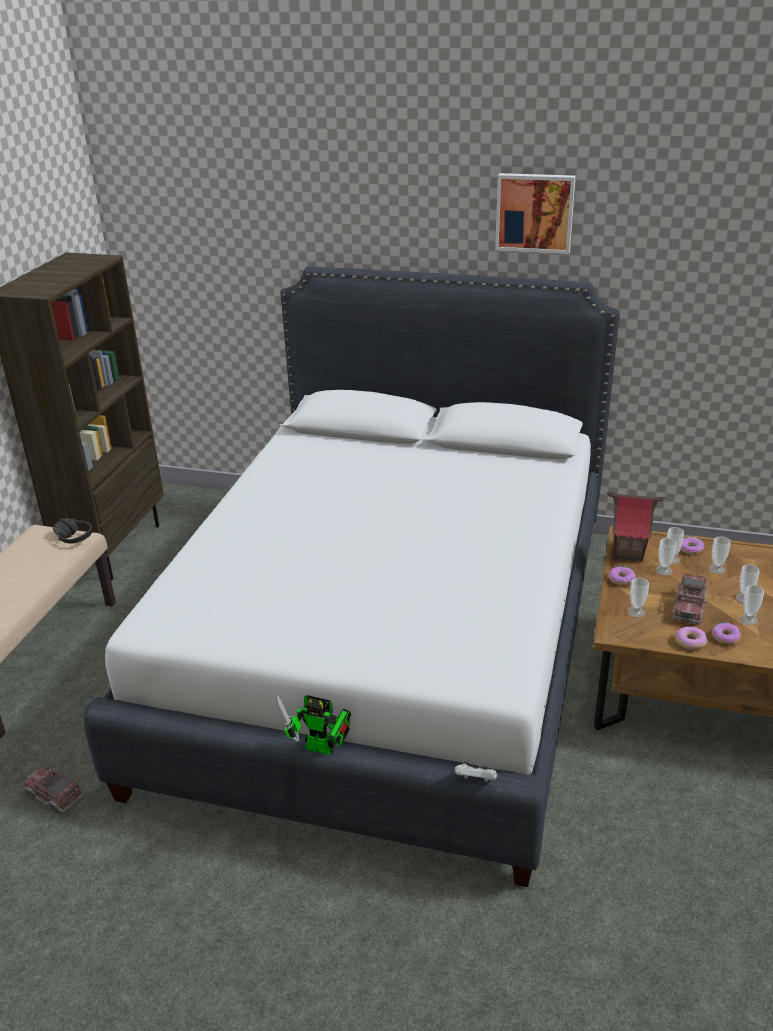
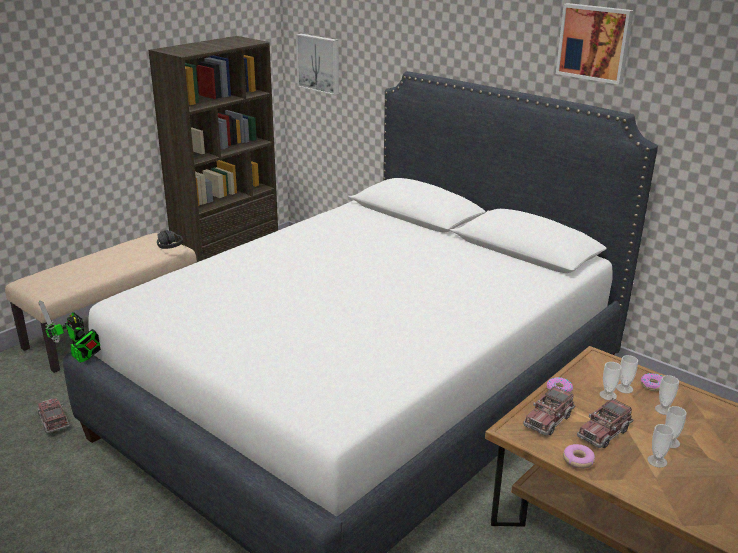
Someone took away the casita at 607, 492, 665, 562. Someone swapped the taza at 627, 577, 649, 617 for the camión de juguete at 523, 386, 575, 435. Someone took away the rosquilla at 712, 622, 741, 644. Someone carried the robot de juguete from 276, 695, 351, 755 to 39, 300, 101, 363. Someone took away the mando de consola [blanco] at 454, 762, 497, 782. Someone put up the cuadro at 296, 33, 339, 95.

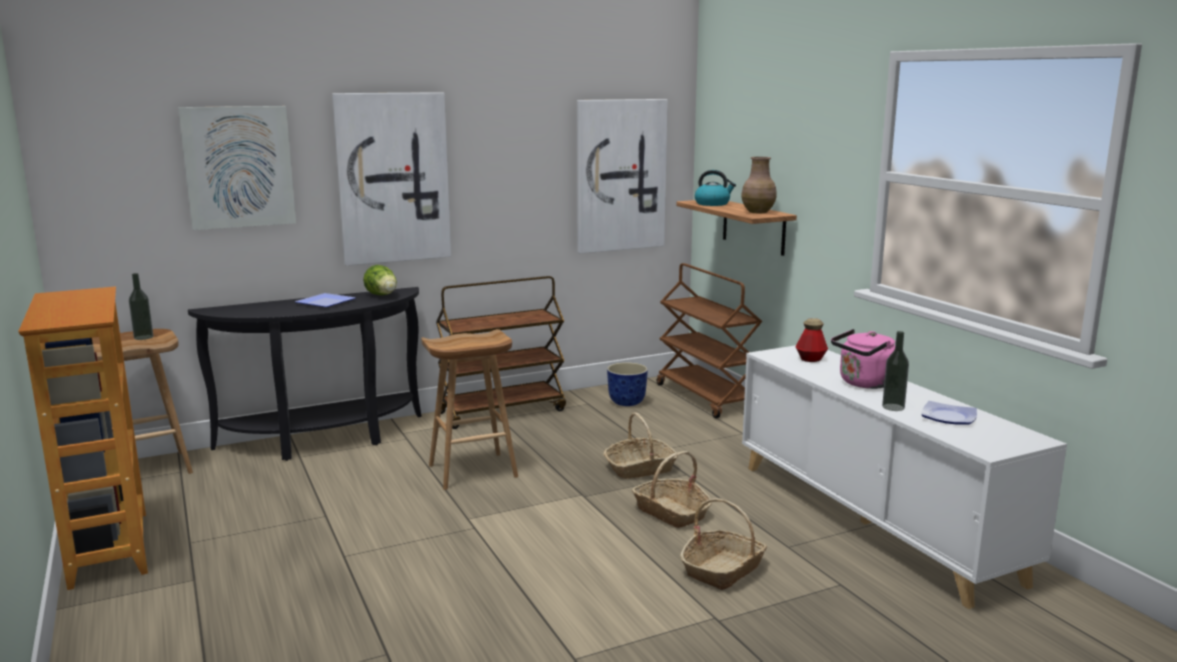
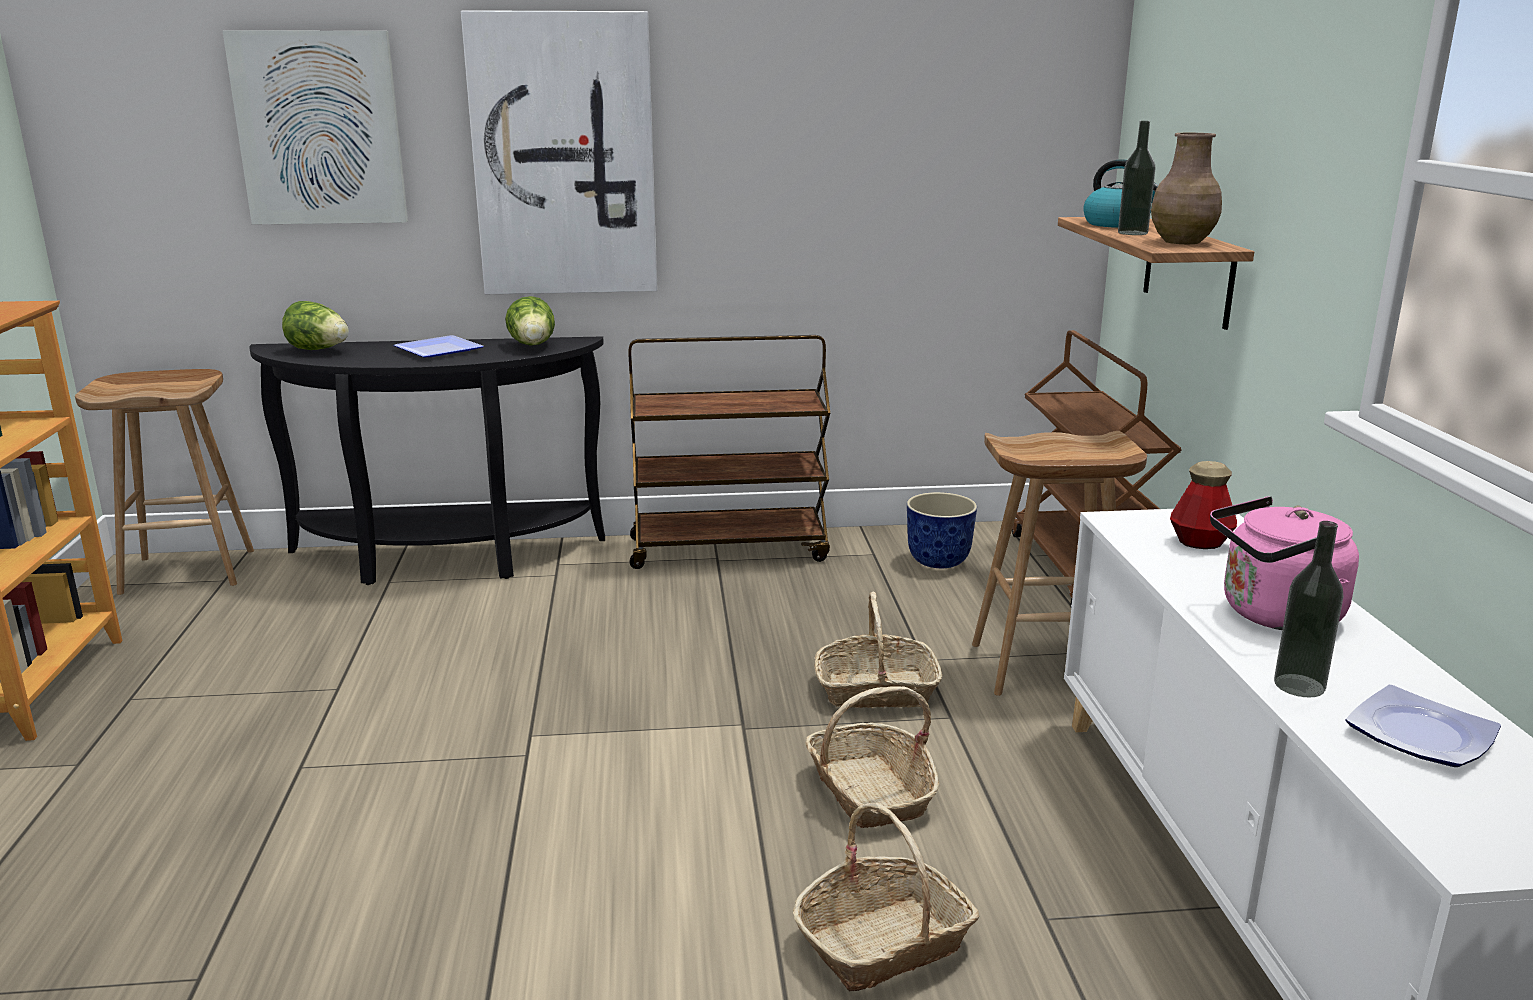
Someone took away the cuadro at 577, 99, 668, 253. Someone carried the botella from 129, 273, 153, 340 to 1118, 121, 1155, 235. Someone carried the taburete [marrón] from 421, 329, 518, 490 to 972, 431, 1147, 696. Someone put down the lechuga at 282, 301, 349, 350.

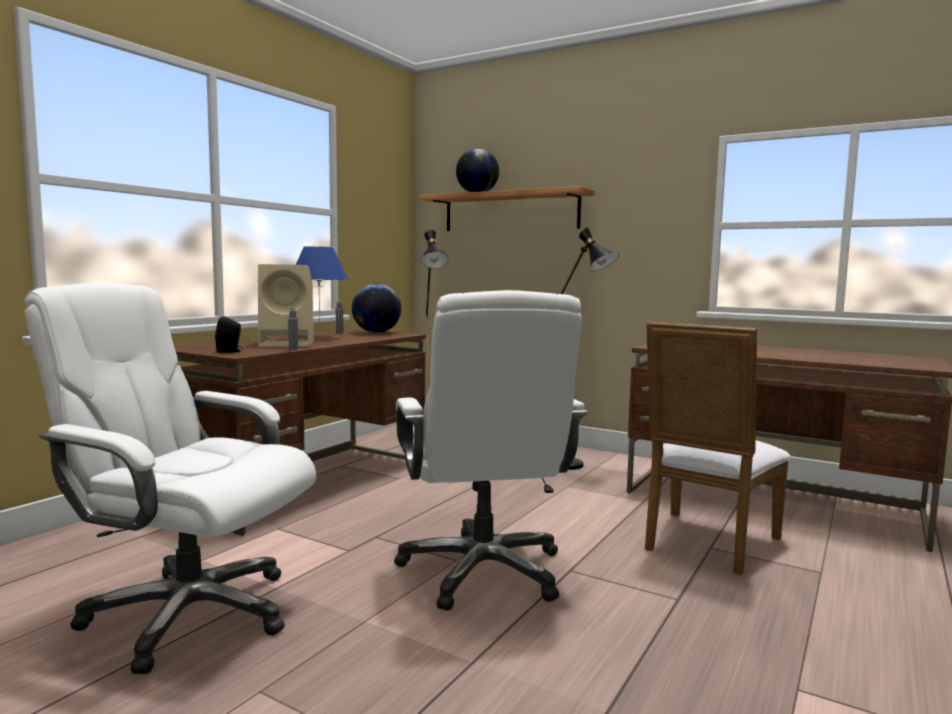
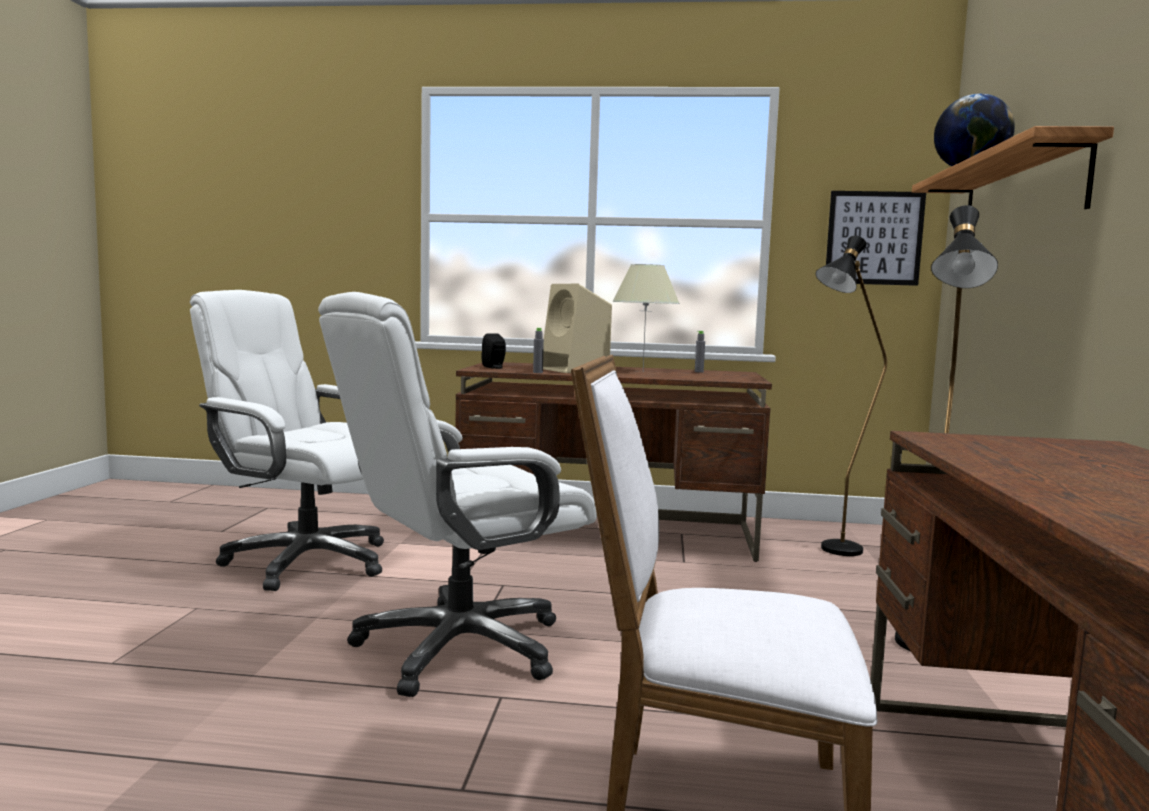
Someone repainted the lámpara de mesa [azul] at 296, 246, 348, 338, which became the lámpara de mesa [beis] at 612, 264, 680, 370. Someone rotated the silla de oficina [blanco] at 24, 283, 316, 674 by 60 degrees counterclockwise. Someone took away the globo terráqueo at 352, 283, 401, 333. Someone put up the cuadro at 826, 191, 926, 286.

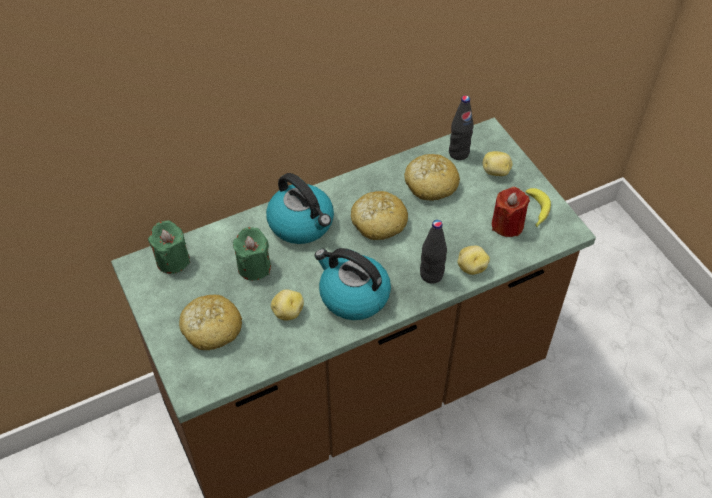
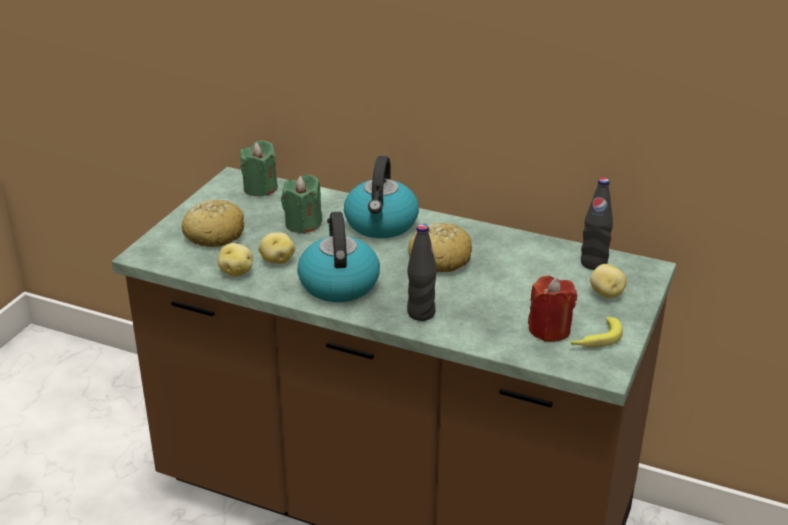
Someone took away the pan at 404, 154, 460, 201. Someone carried the patata from 457, 246, 490, 275 to 218, 243, 253, 277.

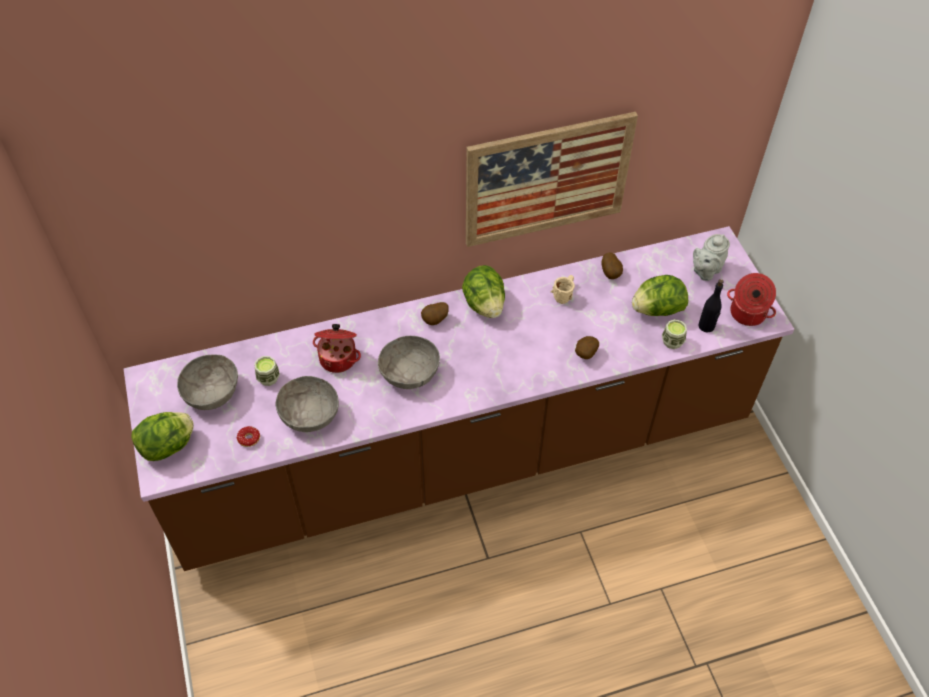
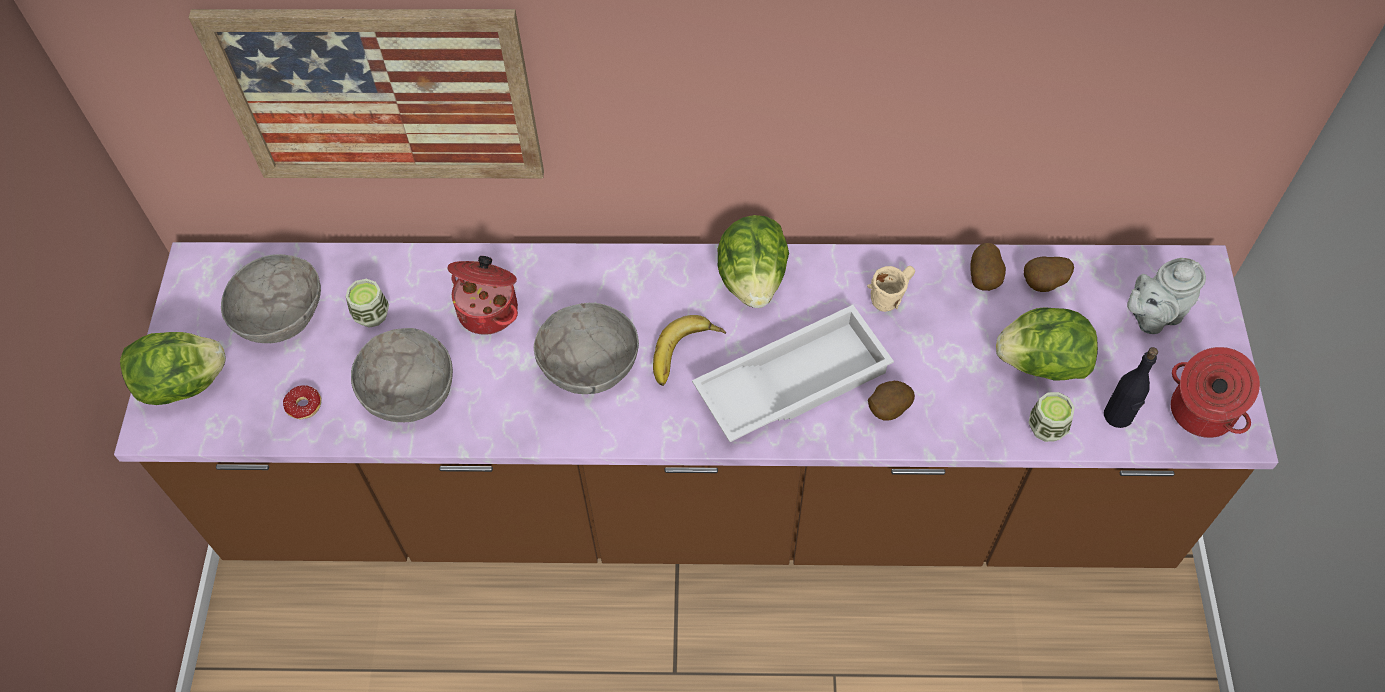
Someone carried the cuadro from 466, 112, 638, 247 to 189, 9, 544, 178. Someone carried the patata from 421, 302, 449, 325 to 1024, 257, 1074, 292. Someone put down the bandeja [blanco] at 692, 305, 894, 442. Someone put down the plátano at 653, 315, 726, 386.

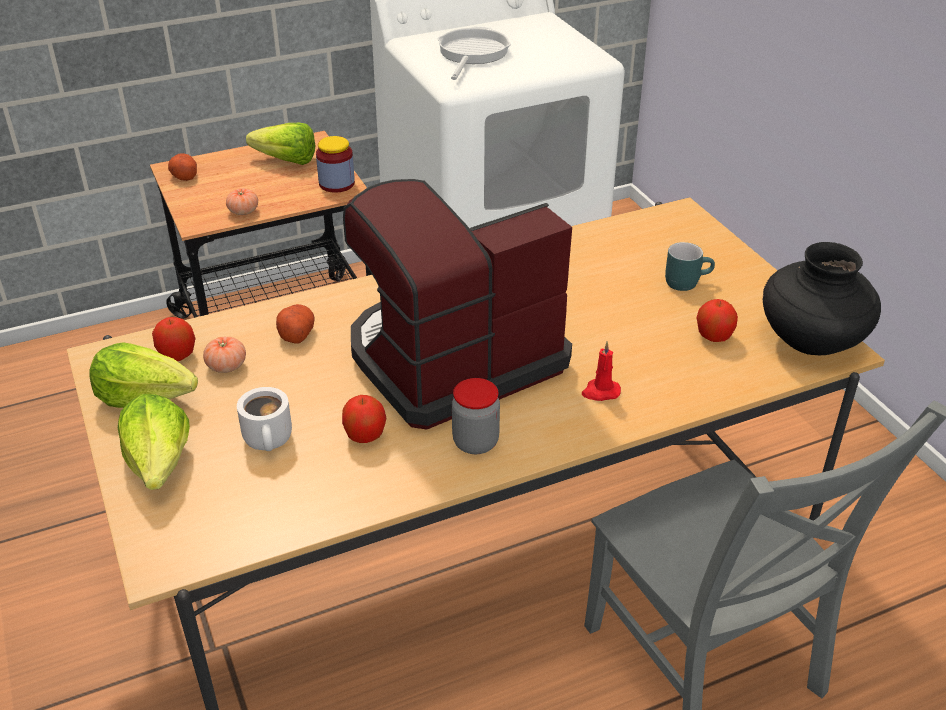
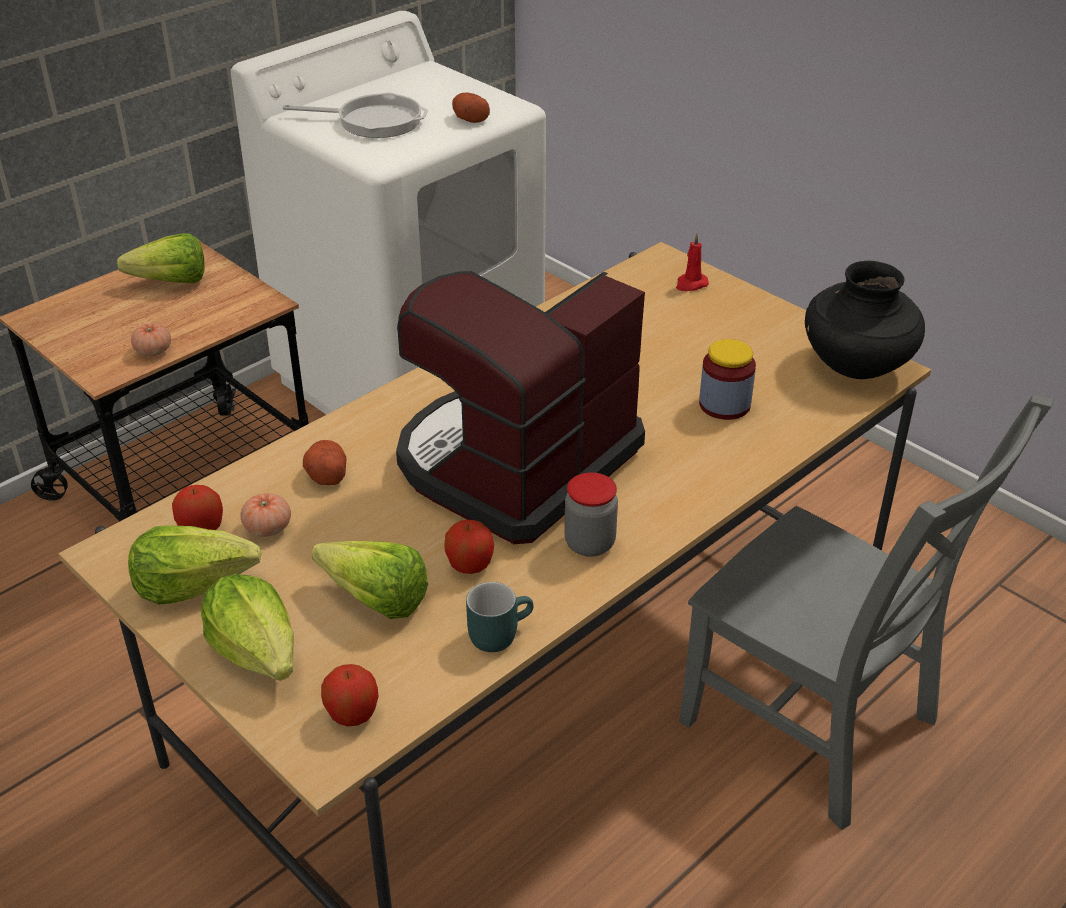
Someone rotated the sartén at 437, 26, 511, 80 by 105 degrees clockwise. Someone carried the tarro from 316, 136, 355, 193 to 699, 339, 756, 420. Someone carried the patata from 168, 153, 197, 181 to 452, 93, 490, 123. Someone carried the taza grande [turquesa] from 665, 242, 715, 291 to 466, 582, 533, 652. Someone carried the manzana from 697, 299, 738, 342 to 321, 664, 379, 727. Someone carried the vela [rojo] from 582, 341, 621, 401 to 676, 233, 709, 291. Someone swapped the taza grande [blanco] at 237, 387, 292, 451 for the lechuga at 312, 541, 428, 619.

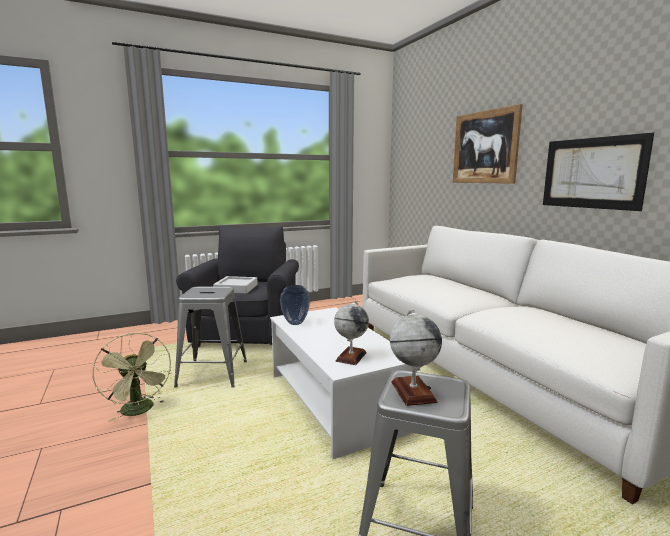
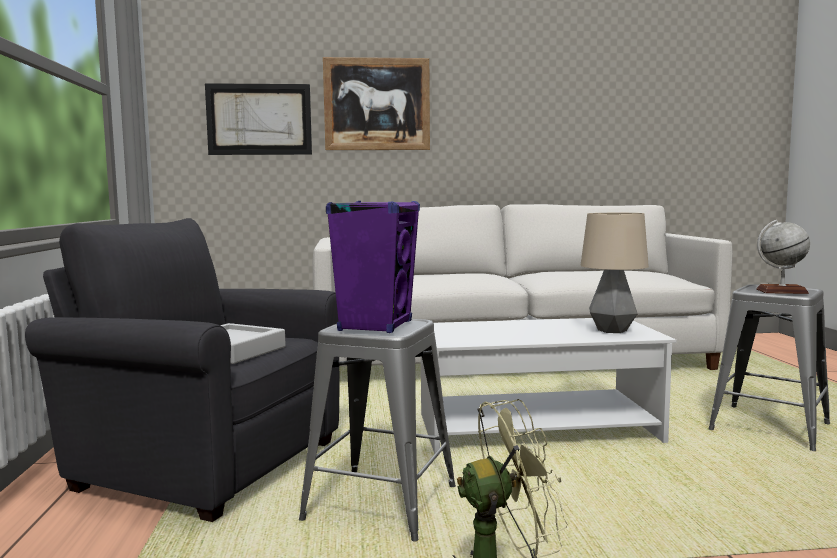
Someone carried the cuadro from 543, 133, 654, 211 to 205, 83, 312, 155. Someone took away the florero at 280, 285, 310, 325. Someone swapped the globo terráqueo at 334, 301, 369, 365 for the lámpara de mesa at 580, 213, 649, 333. Someone put down the altavoz [morado] at 326, 201, 420, 333.

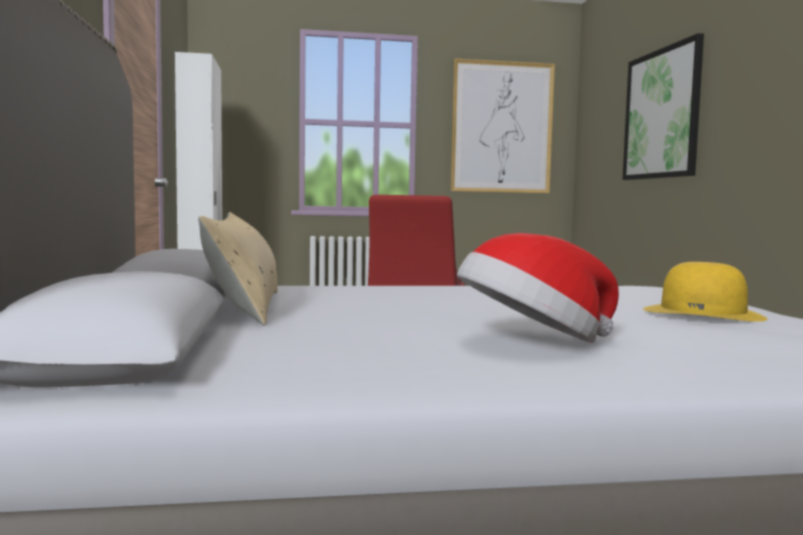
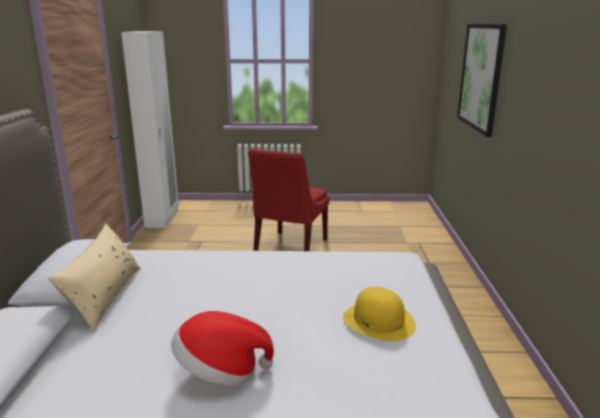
Someone took away the cuadro at 451, 58, 555, 193.

